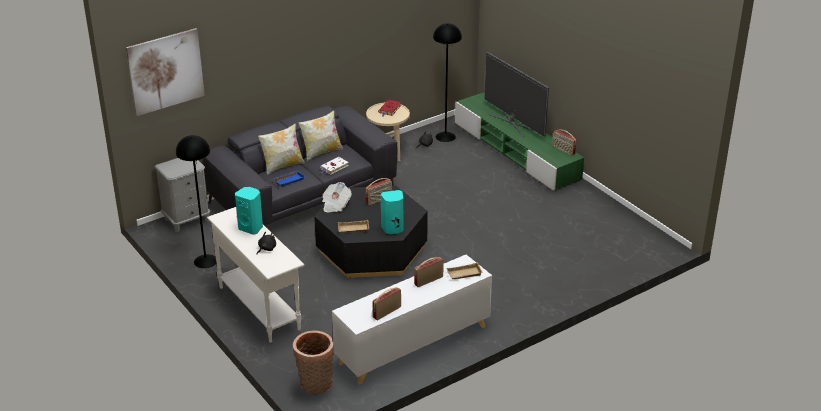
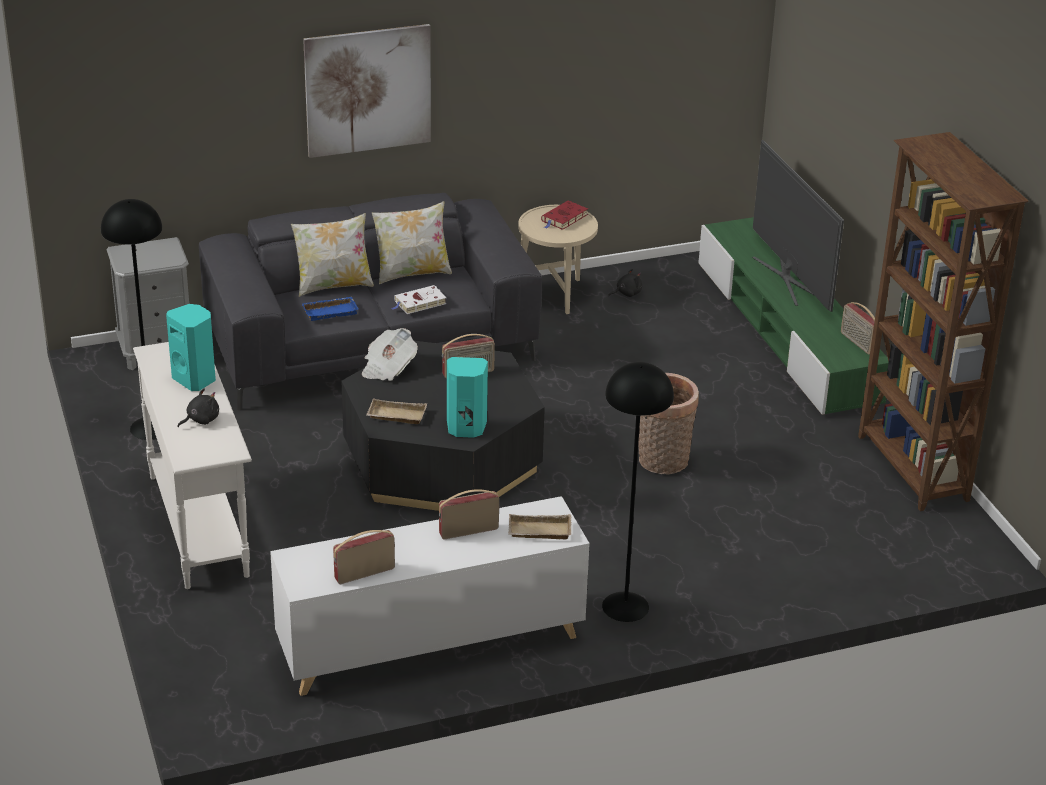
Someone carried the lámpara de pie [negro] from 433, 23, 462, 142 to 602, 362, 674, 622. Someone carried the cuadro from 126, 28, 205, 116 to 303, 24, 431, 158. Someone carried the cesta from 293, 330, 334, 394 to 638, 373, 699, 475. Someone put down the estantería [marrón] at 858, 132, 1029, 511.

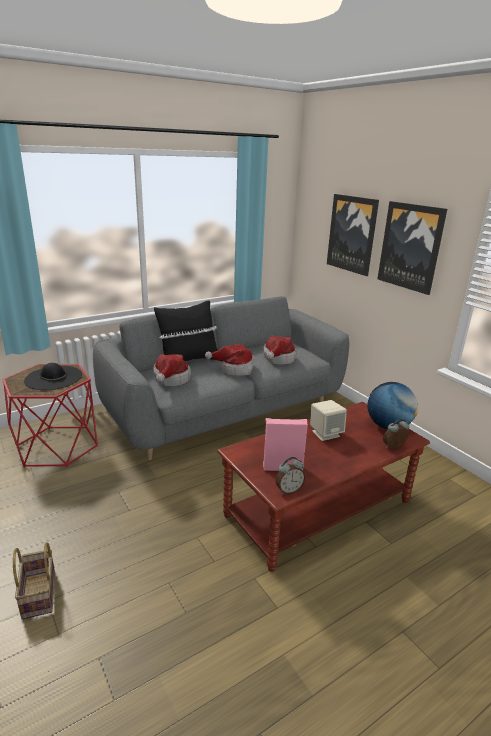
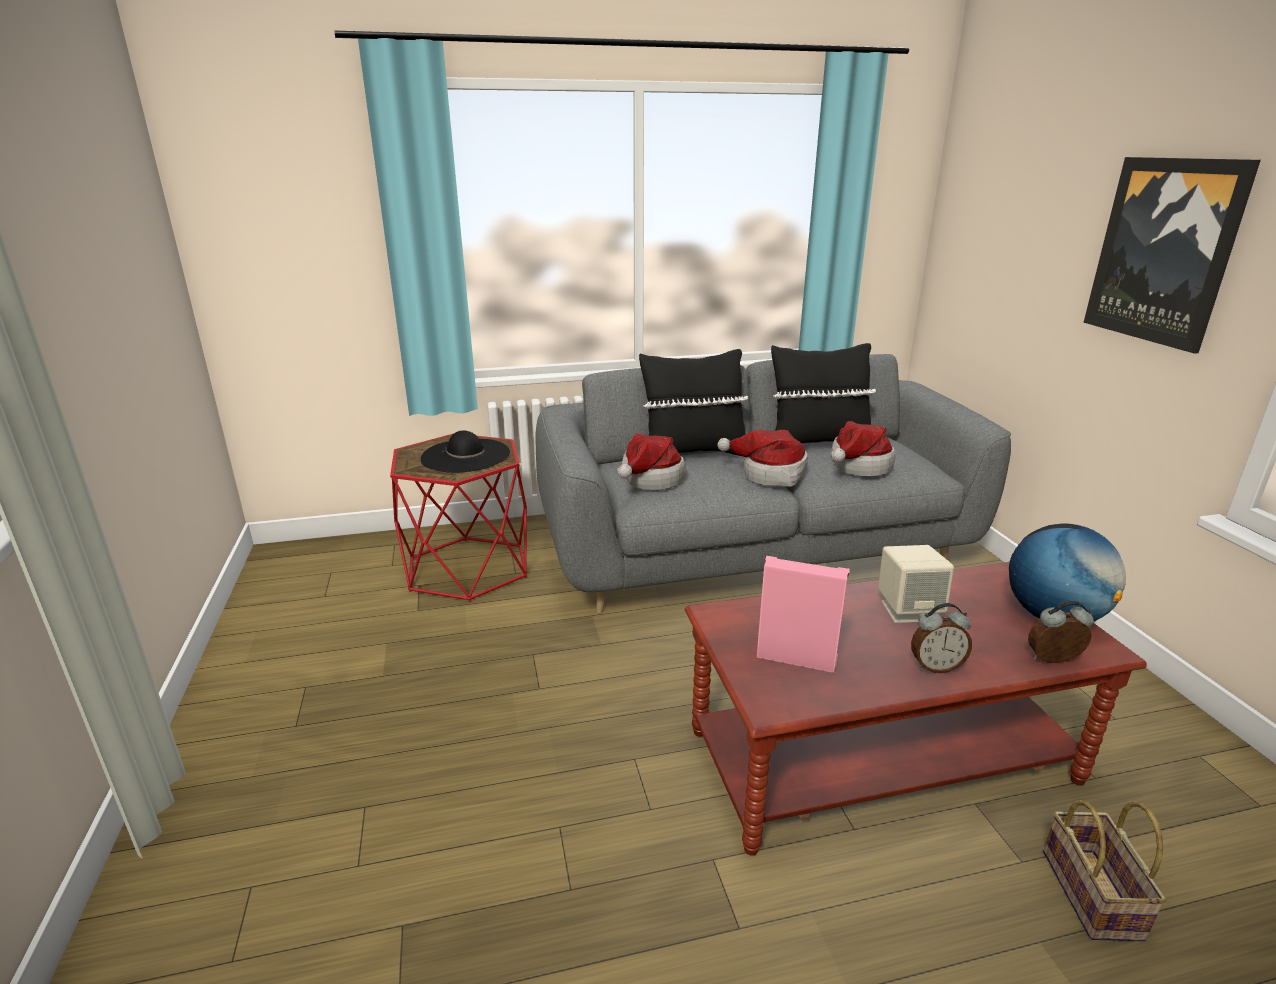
Someone took away the cuadro at 327, 194, 379, 276. Someone carried the despertador from 276, 457, 306, 495 to 911, 603, 972, 673. Someone carried the cesta from 13, 542, 55, 619 to 1043, 800, 1167, 941. Someone put down the cojín [negro] at 771, 343, 876, 443.

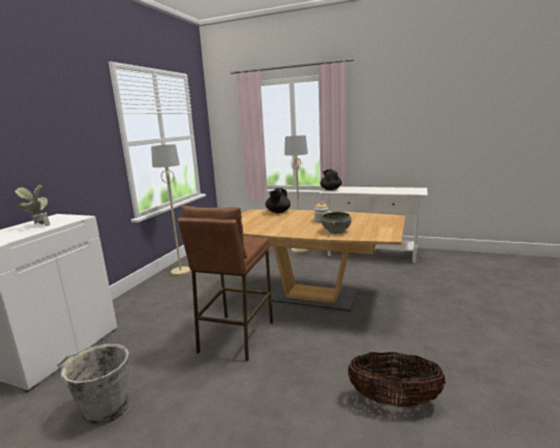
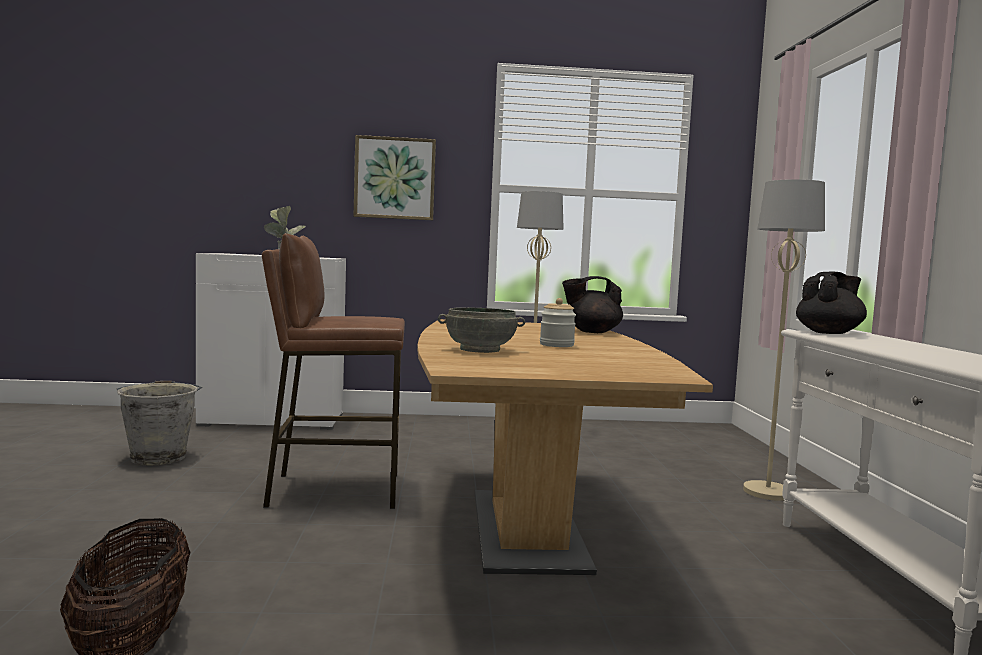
Someone put up the cuadro at 353, 135, 436, 220.

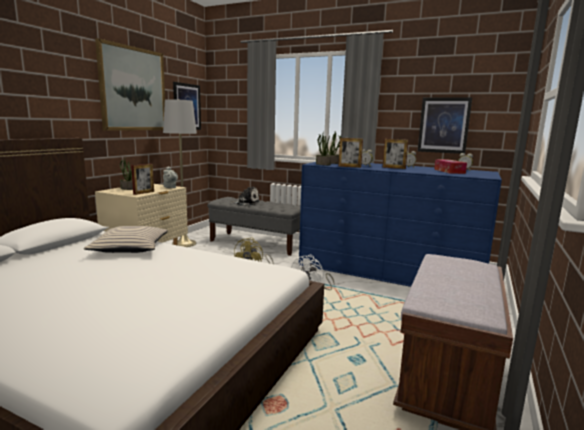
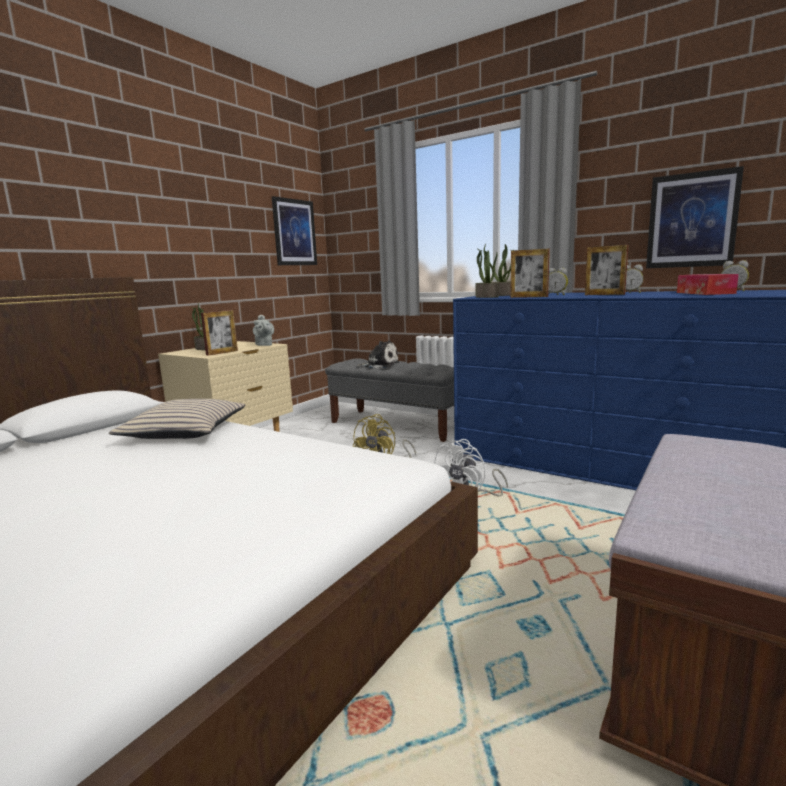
Someone took away the cuadro at 95, 38, 165, 131. Someone took away the lámpara de pie [gris] at 163, 99, 197, 247.

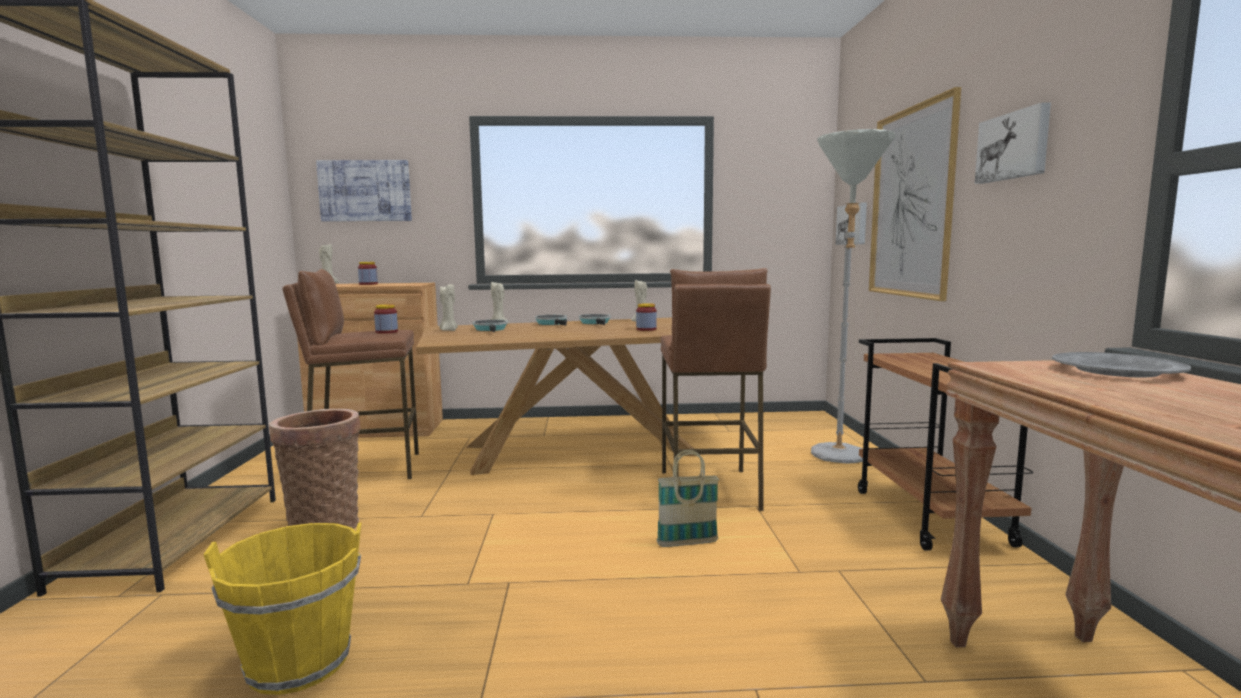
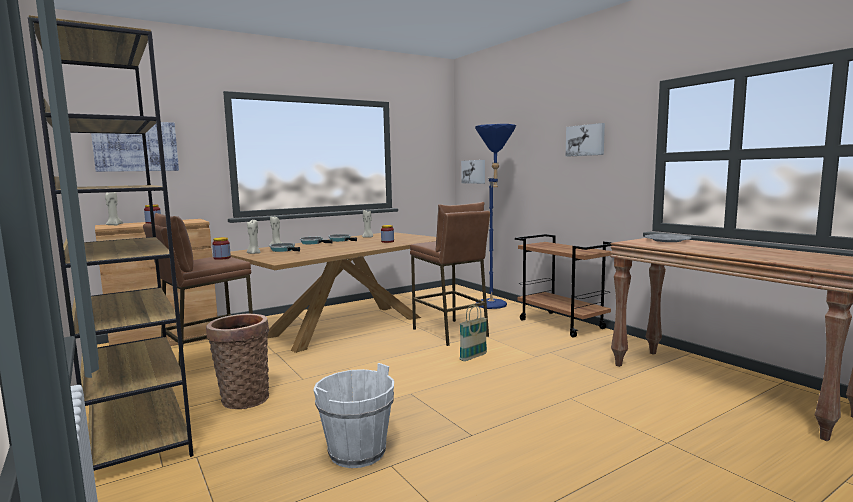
Someone took away the cuadro at 869, 87, 961, 301. Someone repainted the lámpara de pie [gris] at 811, 129, 895, 464, which became the lámpara de pie [azul] at 475, 124, 516, 309. Someone repainted the cubo [amarillo] at 203, 523, 361, 695, which became the cubo [blanco] at 313, 363, 394, 468.

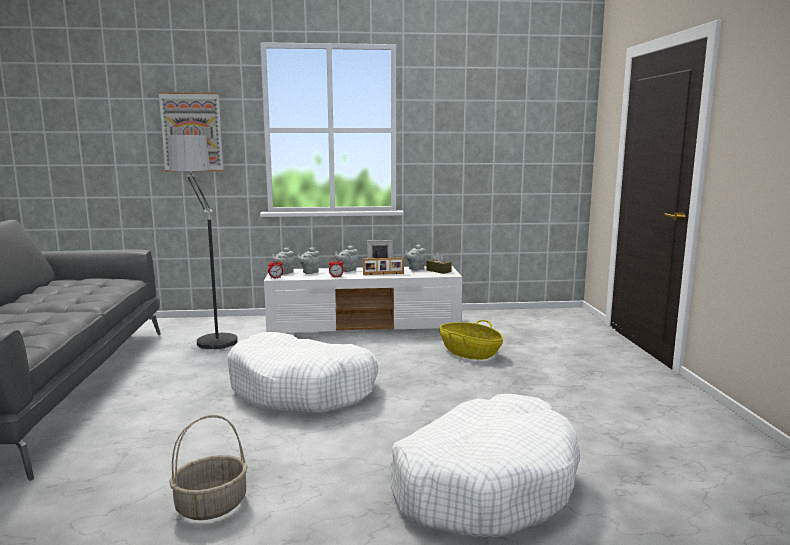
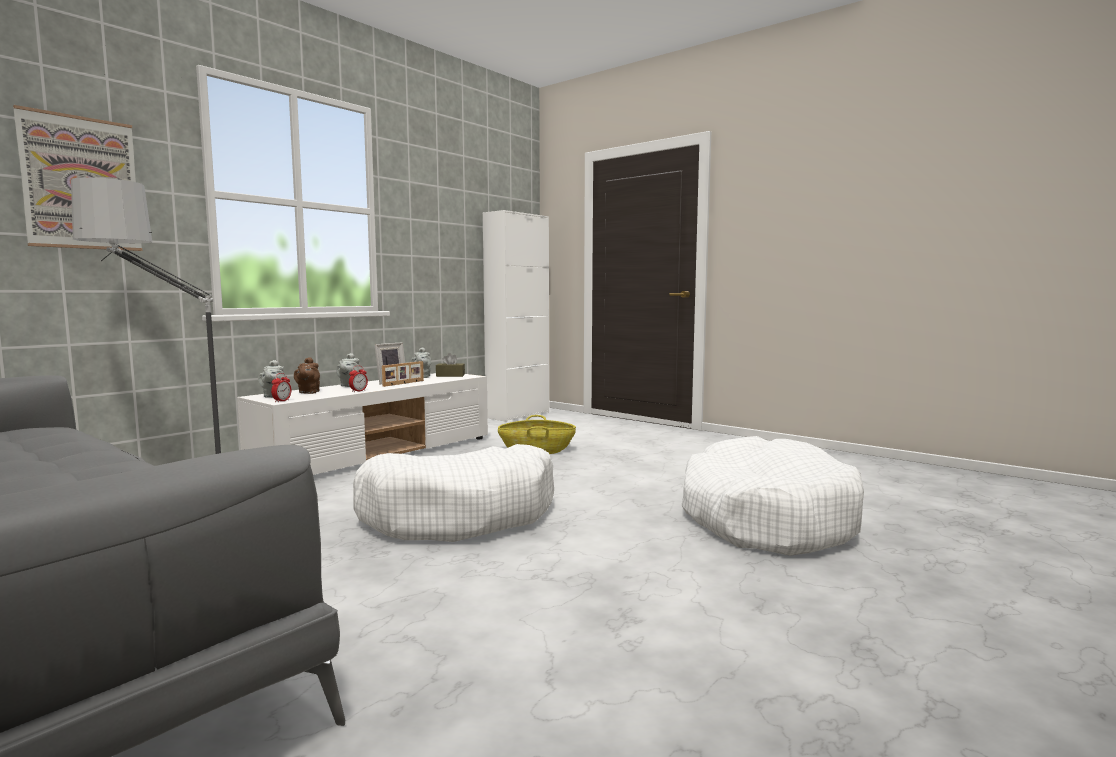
Someone repainted the tetera [gris] at 297, 247, 320, 274, which became the tetera [marrón] at 294, 357, 320, 394. Someone took away the cesta at 169, 415, 248, 520. Someone put down the armario [blanco] at 483, 210, 549, 422.

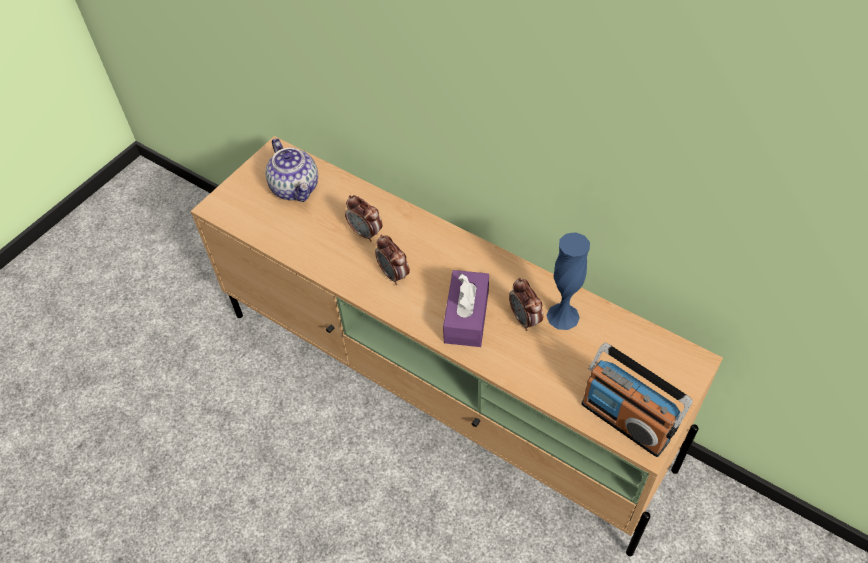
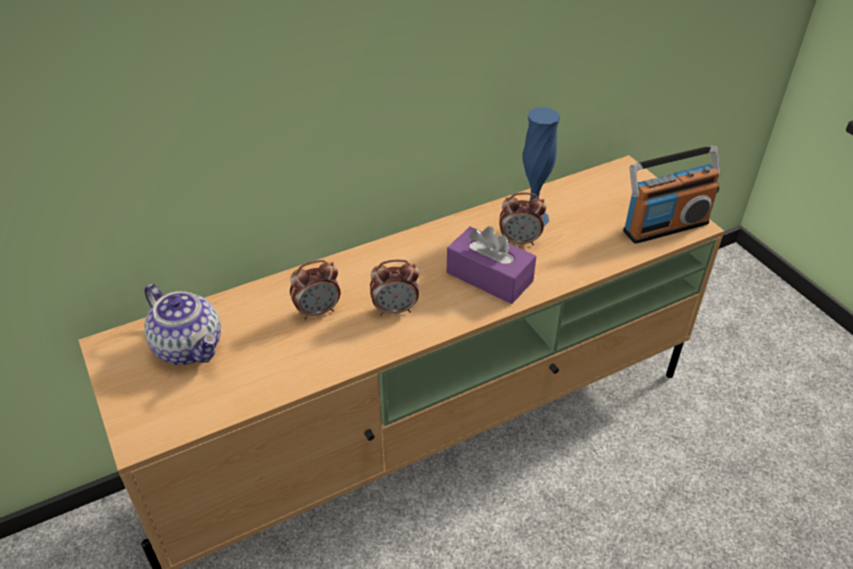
Someone rotated the tetera at 266, 138, 318, 202 by 45 degrees clockwise.

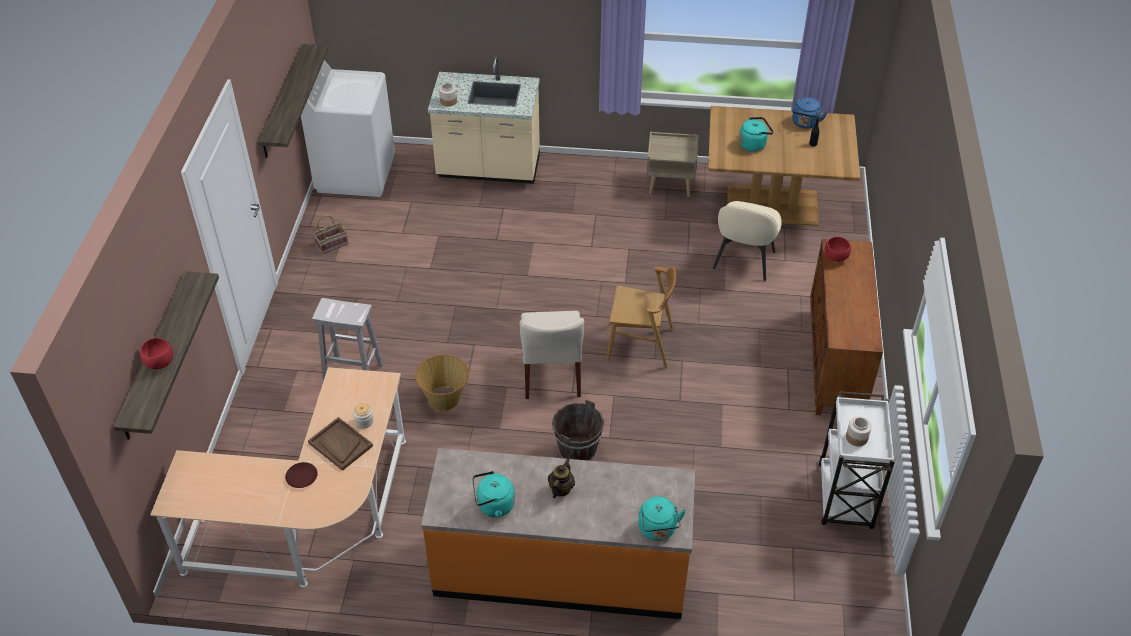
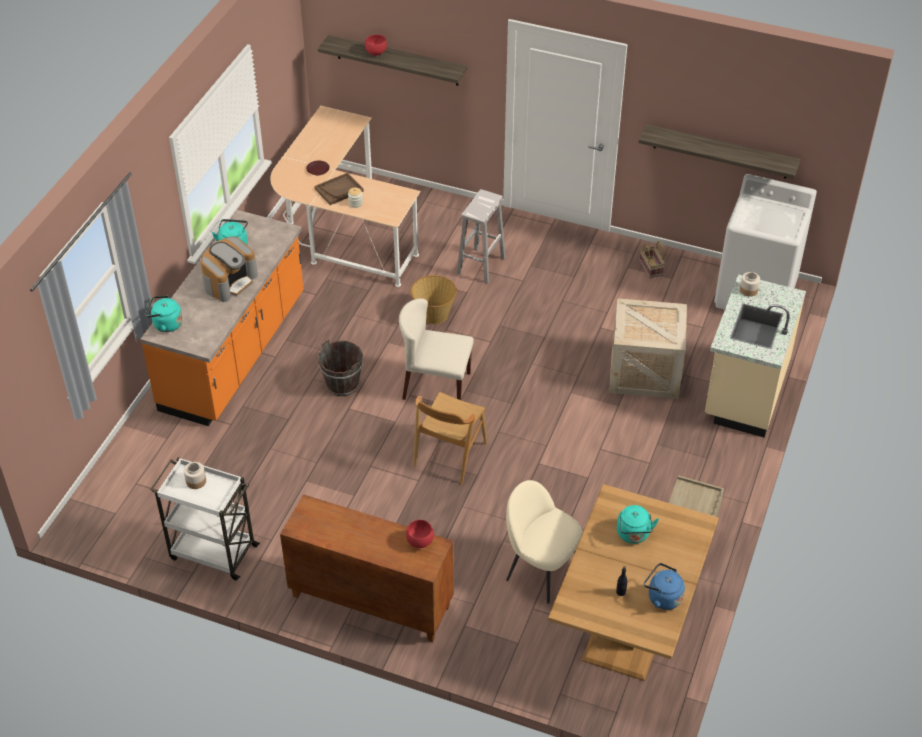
Someone swapped the tetera at 548, 458, 575, 498 for the cafetera at 201, 237, 258, 302. Someone put down the caja de embalaje at 609, 298, 687, 399.

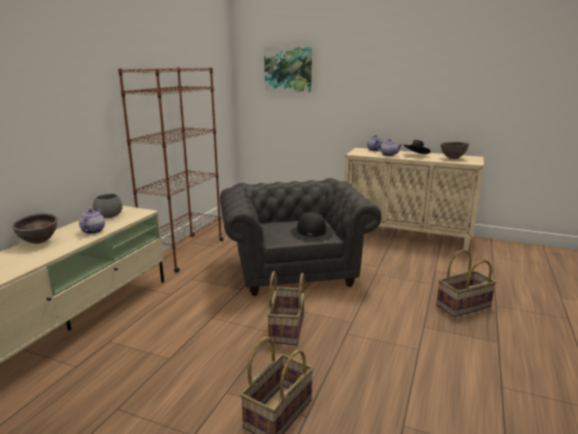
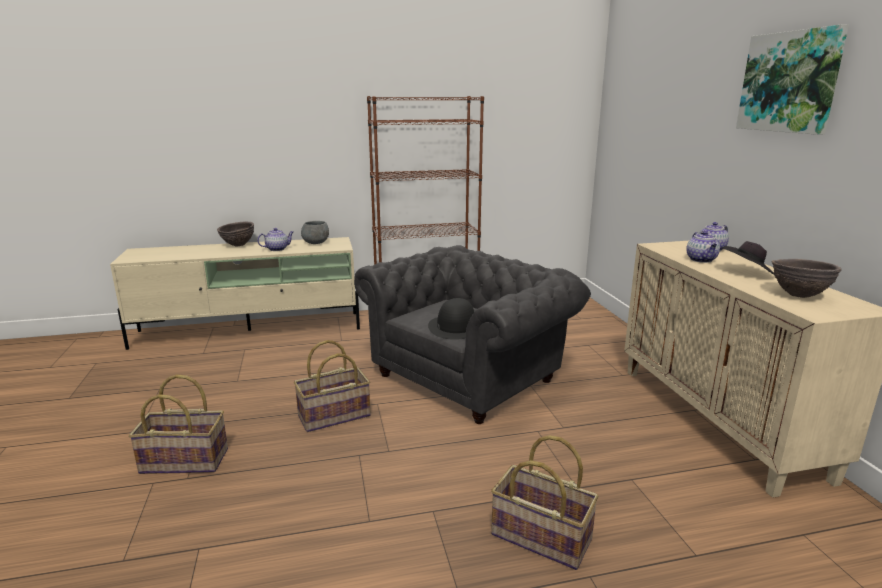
Someone carried the cuadro from 264, 47, 312, 92 to 736, 24, 849, 135.

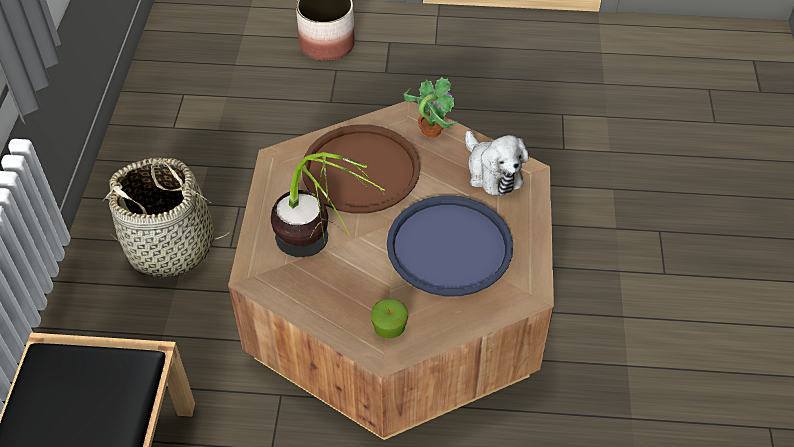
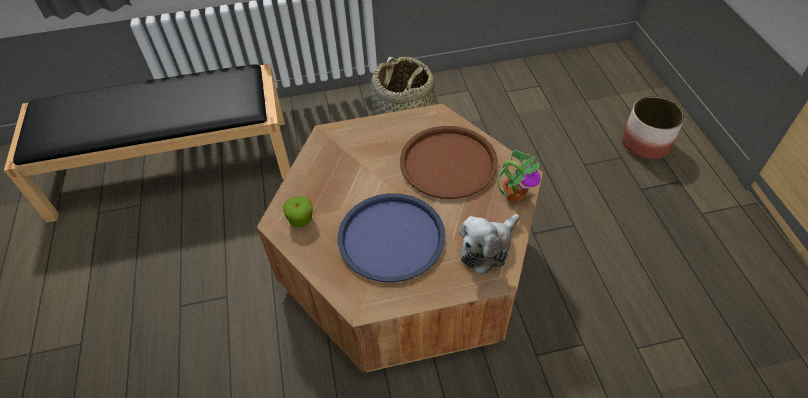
Someone took away the planta en maceta at 271, 152, 385, 258.

